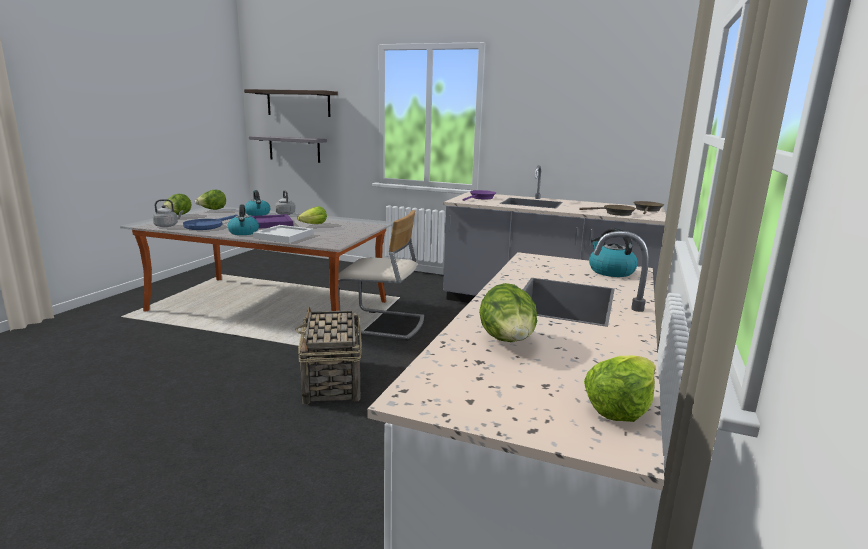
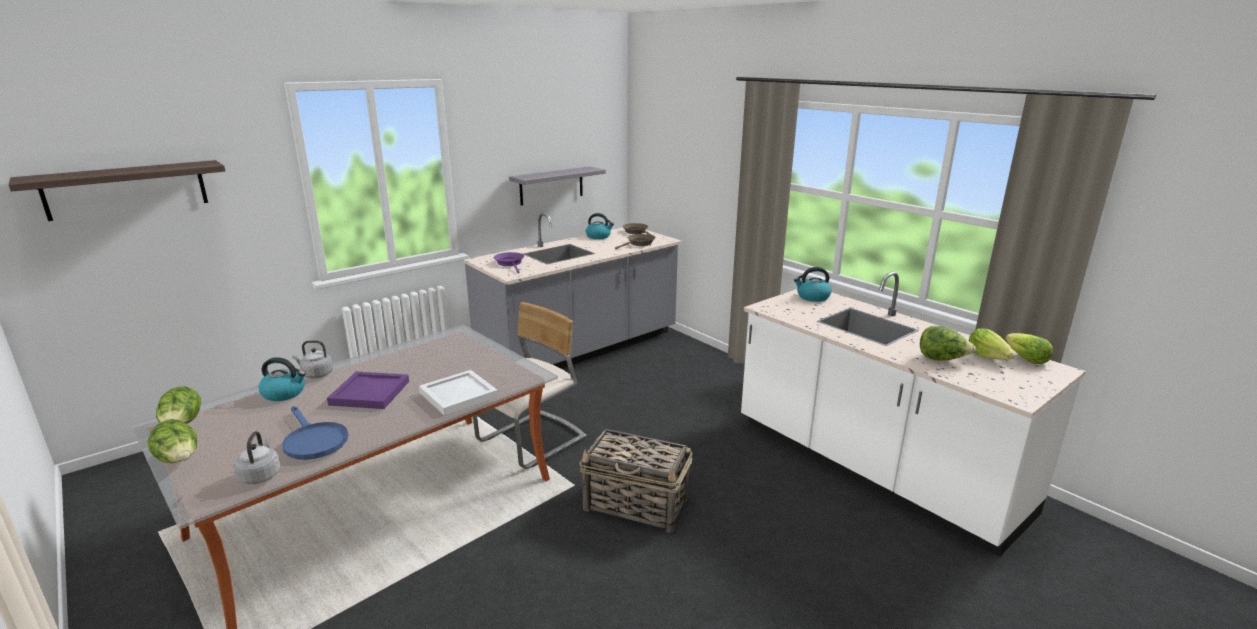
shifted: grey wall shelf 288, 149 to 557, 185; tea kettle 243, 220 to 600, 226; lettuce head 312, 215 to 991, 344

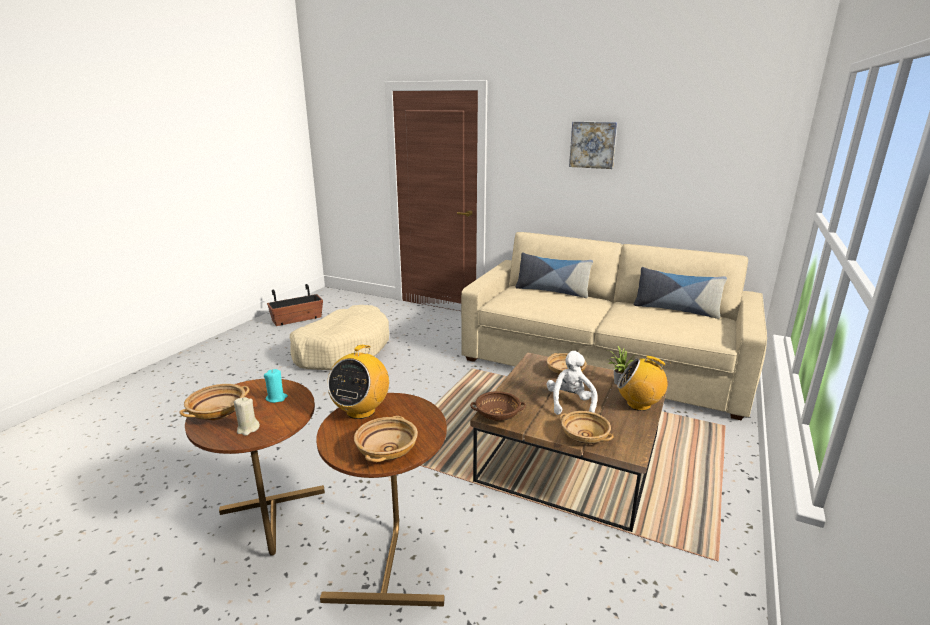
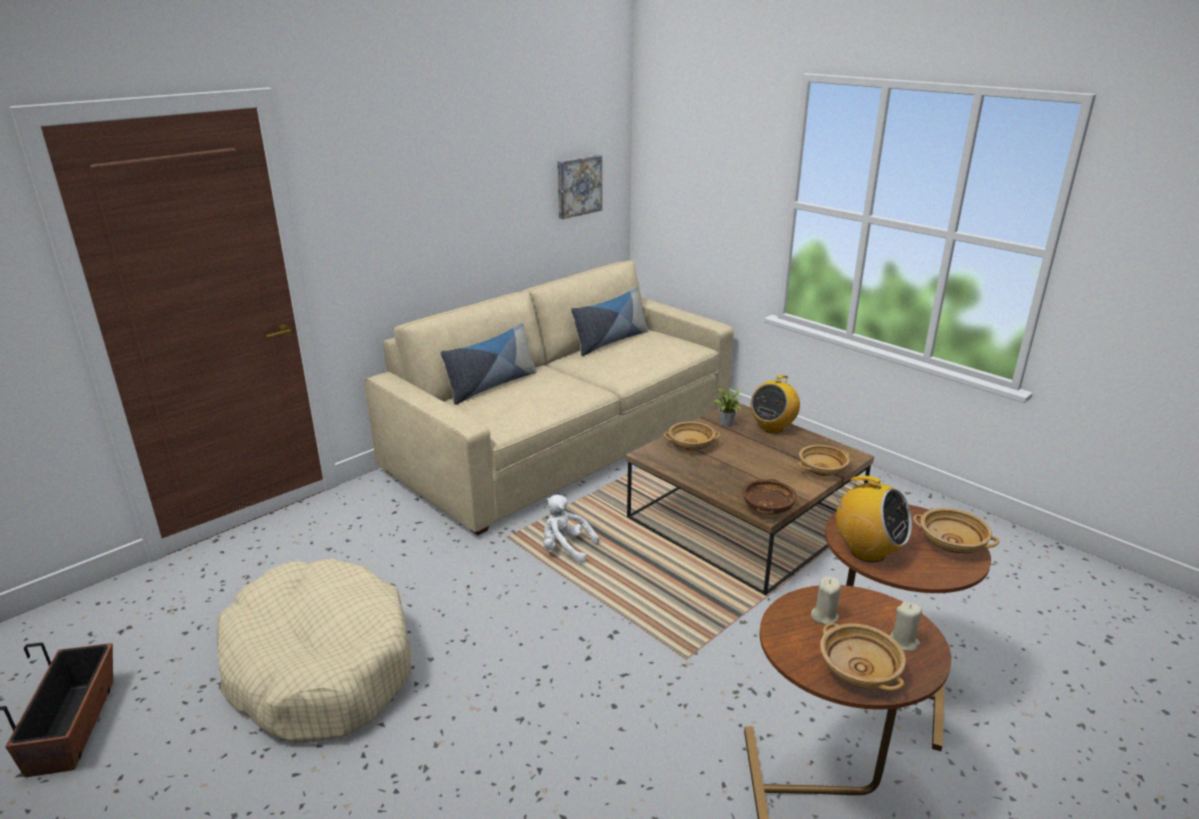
shifted: wall art 593, 145 to 579, 187; white soft toy 571, 383 to 571, 529
repainted: blue-green wax light 276, 386 to beige wax light 826, 600

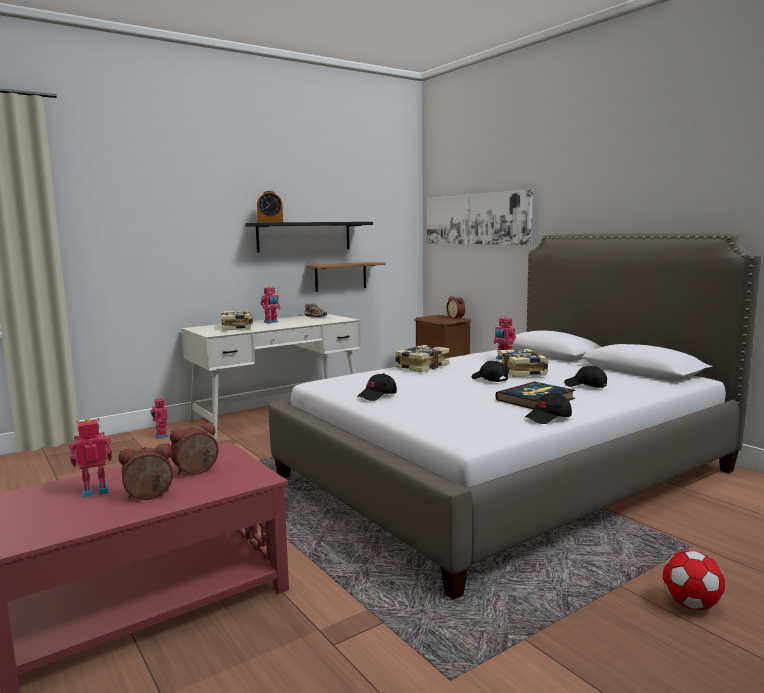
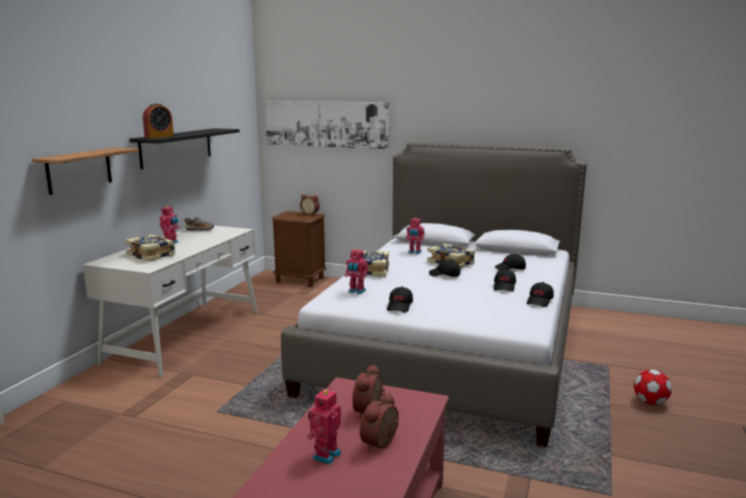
shifted: wall shelf 345, 277 to 85, 171; toy robot 159, 417 to 357, 271
swapped: bound book 535, 395 to black baseball cap 505, 280

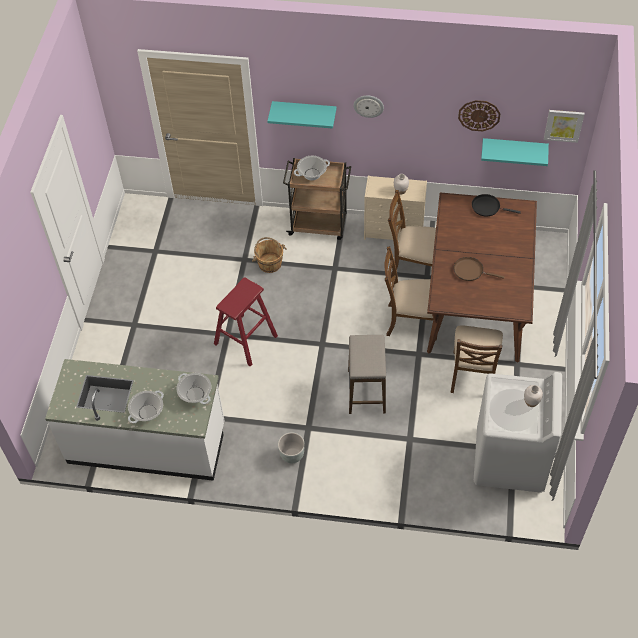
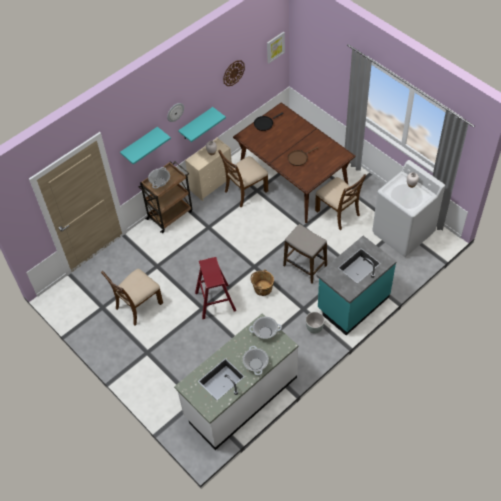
new: blue-green counter 356, 285
shifted: blue-green wall shelf 515, 152 to 202, 124; brown-coloured bucket 269, 255 to 262, 282; brown-coloured upright chair 410, 293 to 132, 297

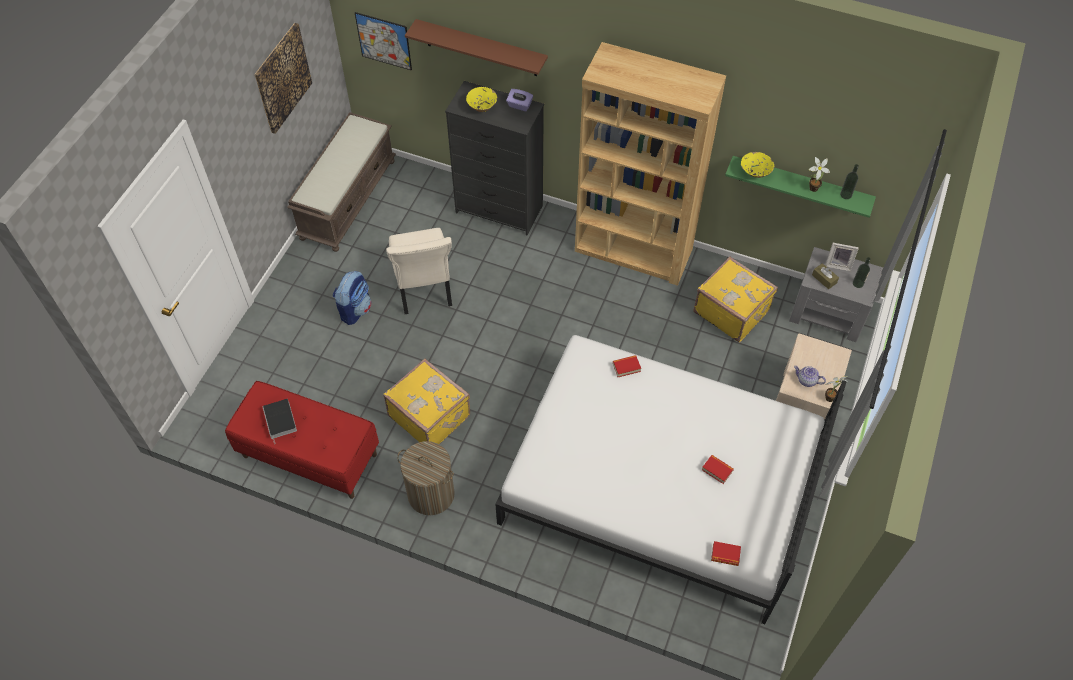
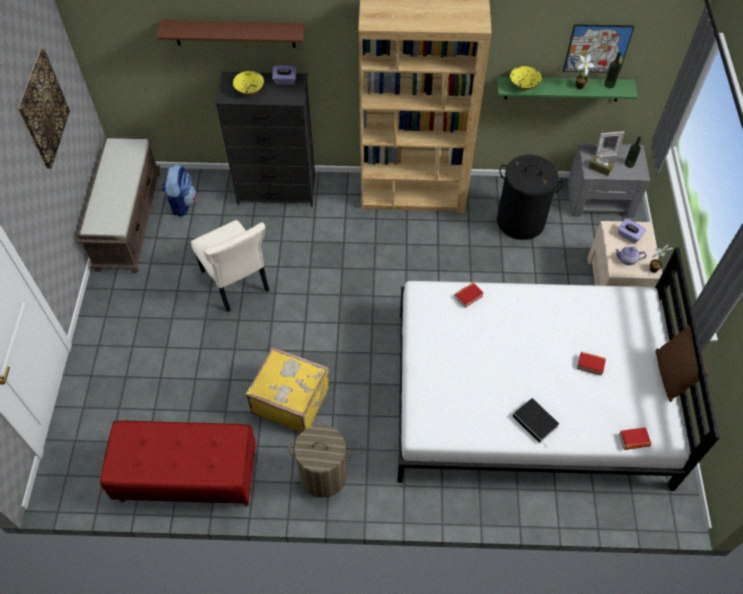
new: purplish tissue holder 632, 231; brown-coloured throw pillow 682, 363
shifted: wall art 383, 41 to 599, 48; rucksack 352, 298 to 179, 190; bound book 279, 421 to 535, 421
swapped: yellowish travel case 735, 299 to black hamper 530, 197

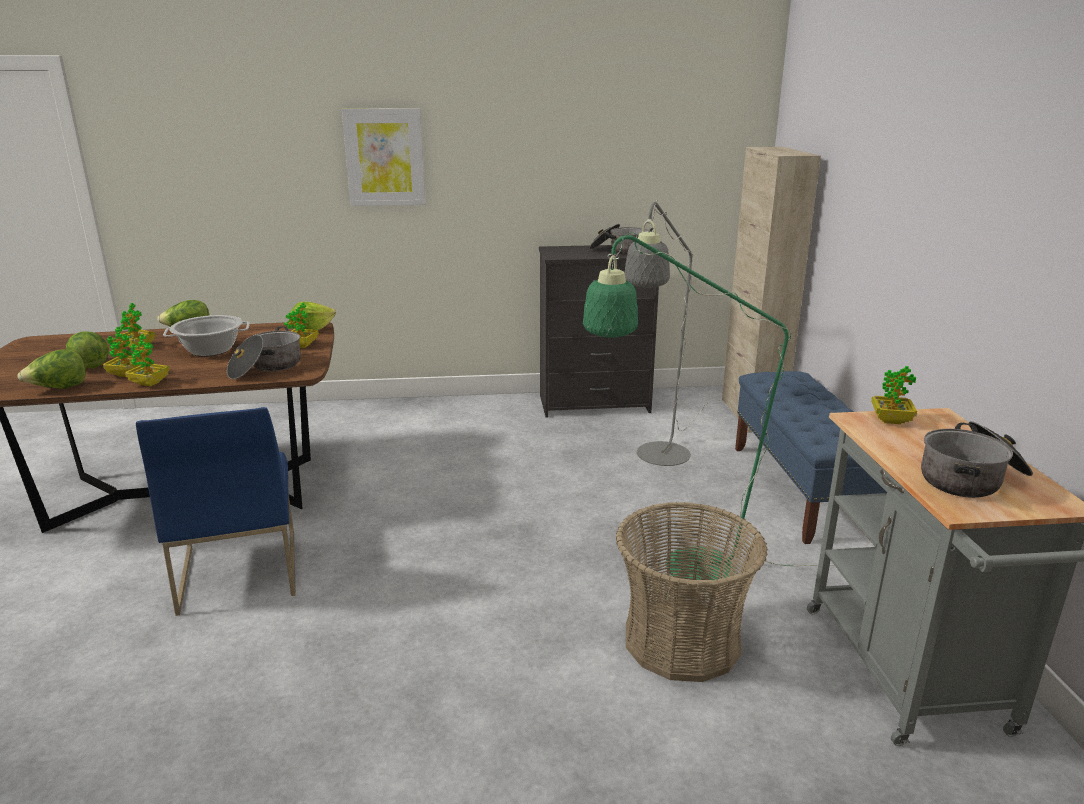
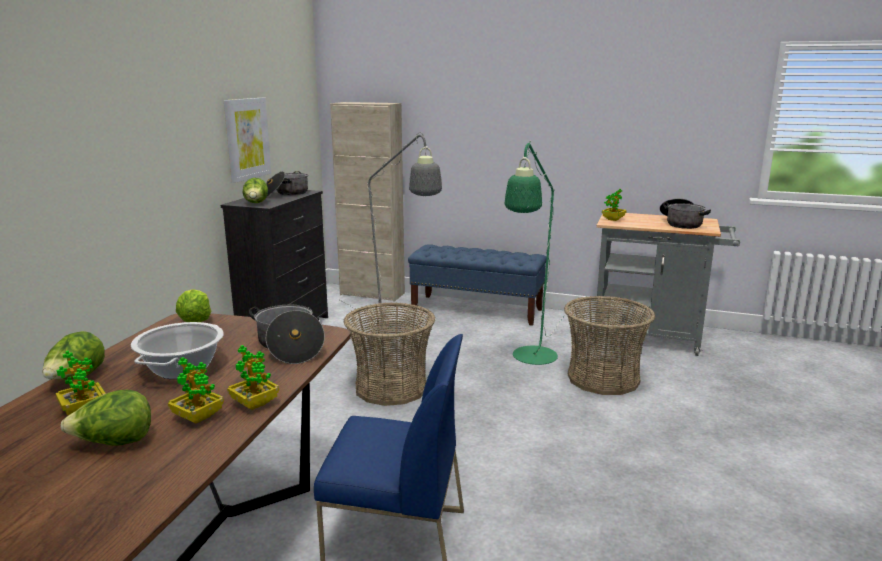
gone: plant in a pot 301, 325
new: basket 389, 354
shifted: wall art 384, 157 to 247, 140; lettuce head 52, 369 to 255, 190

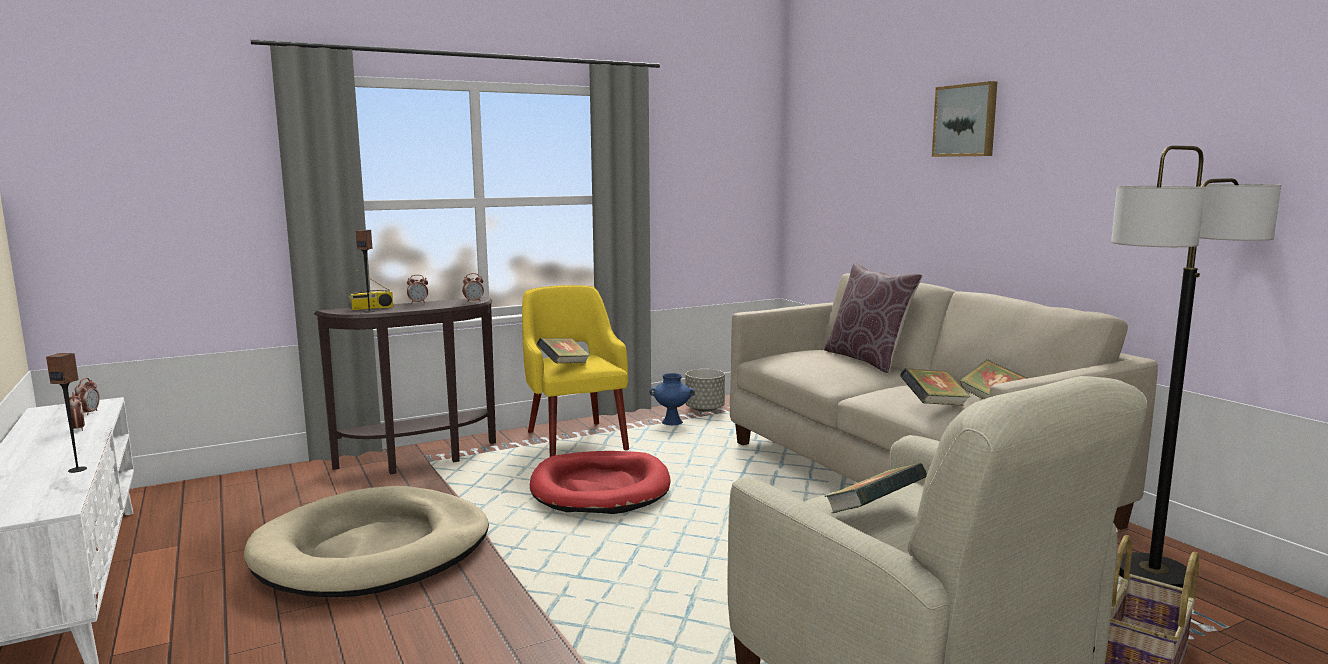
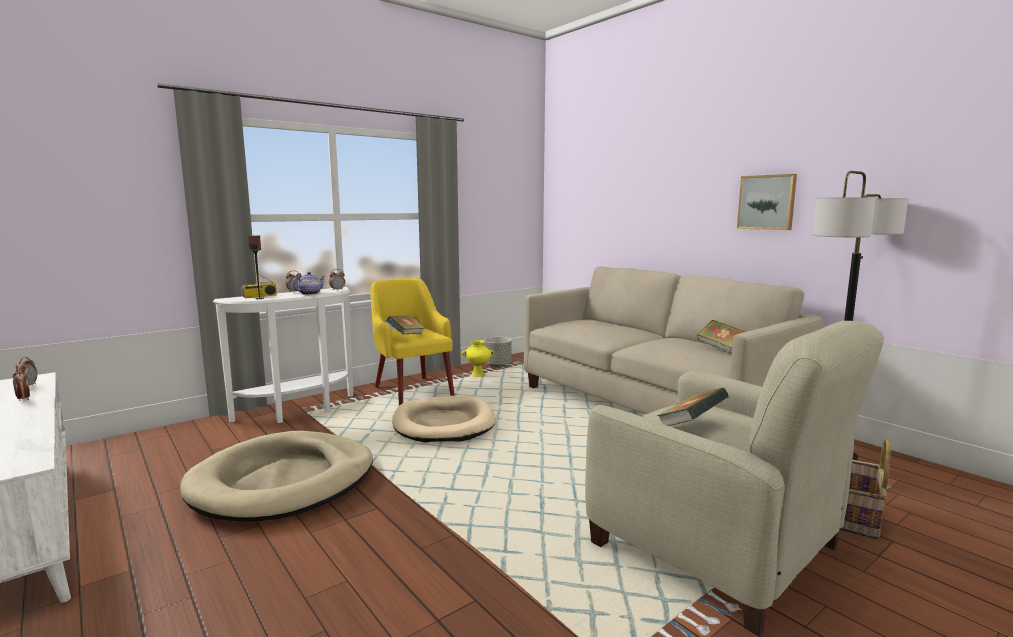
gone: brown-coloured throw pillow 873, 318; loudspeaker 66, 413; bound book 935, 387
new: tea pot 308, 283
shifted: wall art 965, 119 to 767, 202
repainted: brown-coloured narrow table 405, 385 to white narrow table 283, 355; bluish flower vase 672, 399 to yellowish flower vase 478, 358; red-coloured dog cushion 600, 482 to beige dog cushion 444, 419

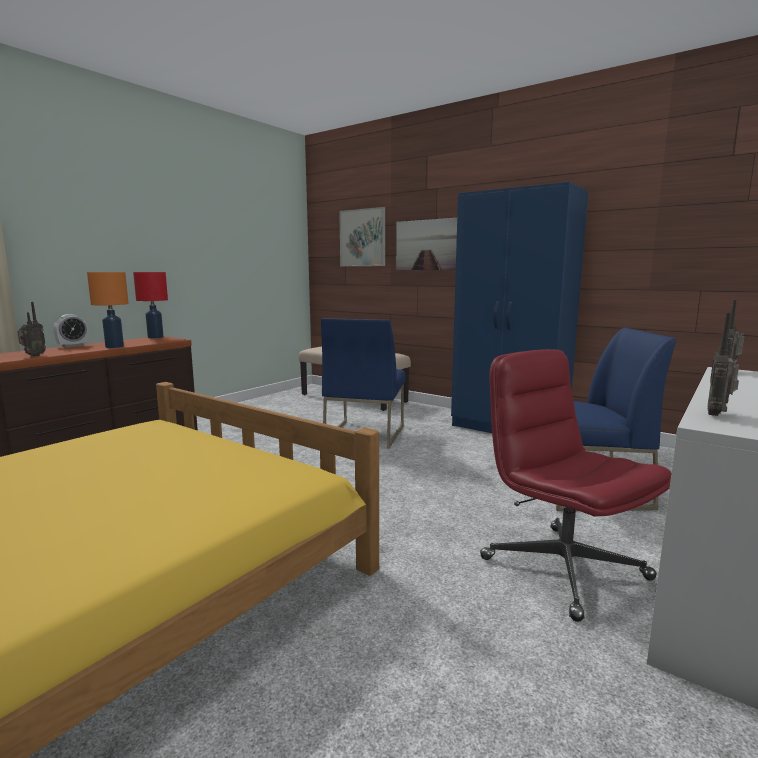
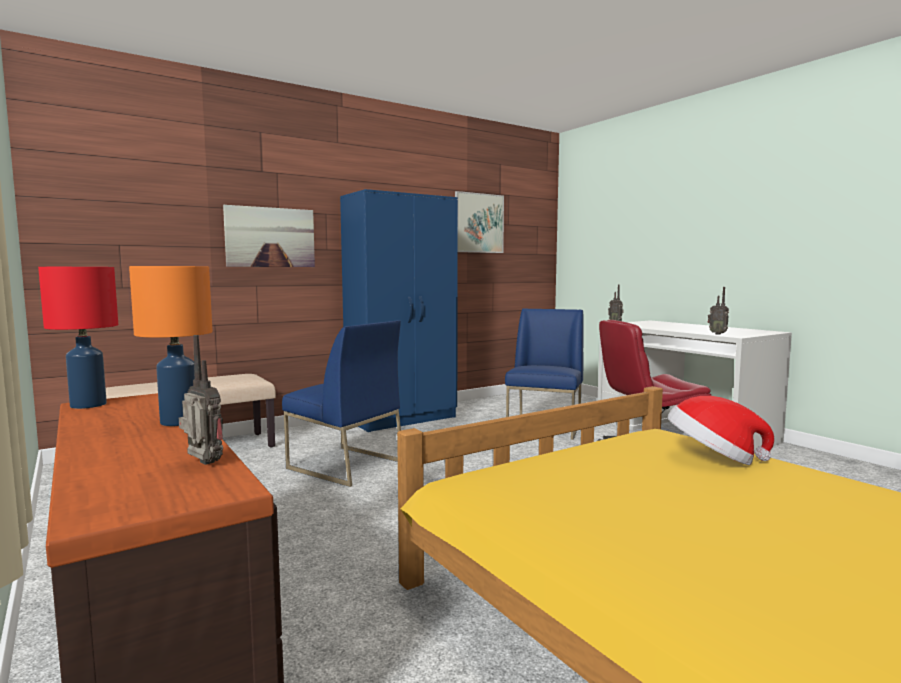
gone: alarm clock 71, 331
new: wearable hat 721, 430
shifted: wall art 362, 236 to 479, 222

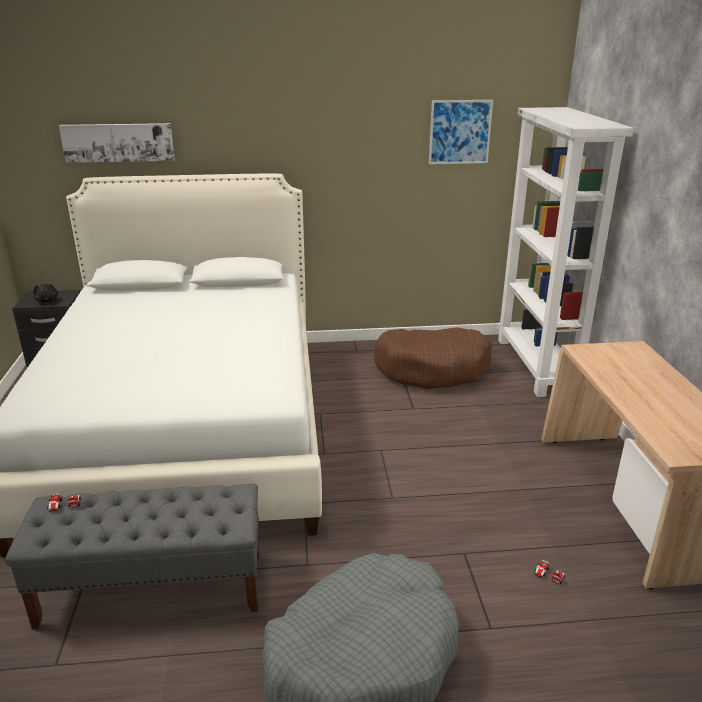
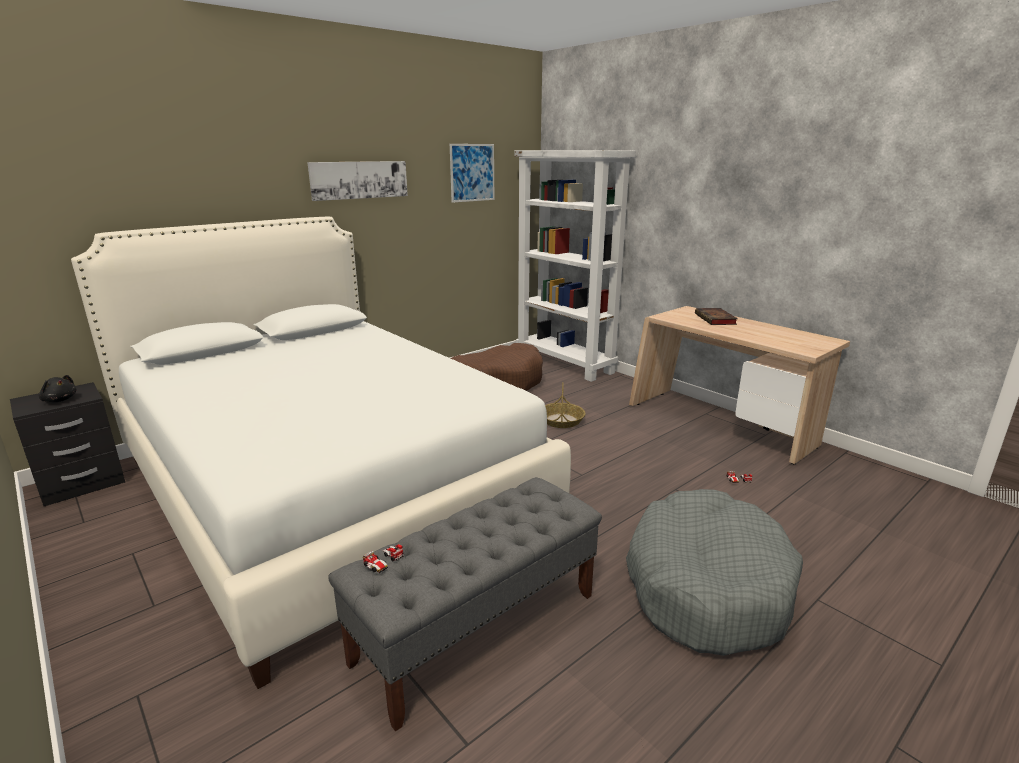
new: bound book 716, 316; basket 565, 405
shifted: wall art 117, 143 to 357, 181

